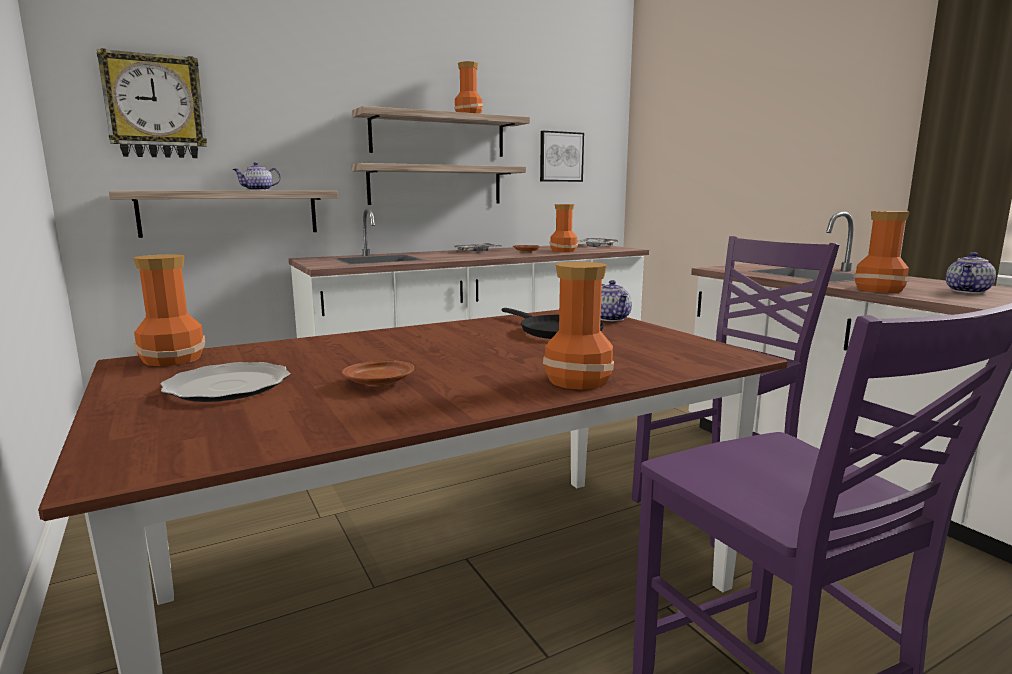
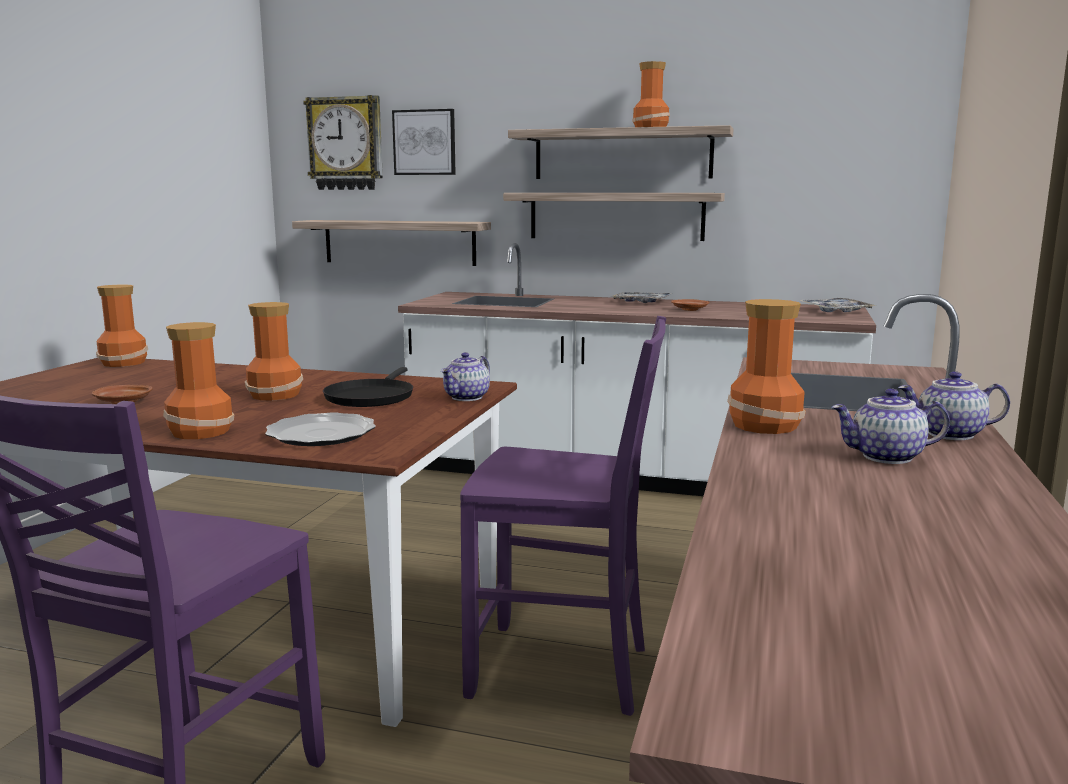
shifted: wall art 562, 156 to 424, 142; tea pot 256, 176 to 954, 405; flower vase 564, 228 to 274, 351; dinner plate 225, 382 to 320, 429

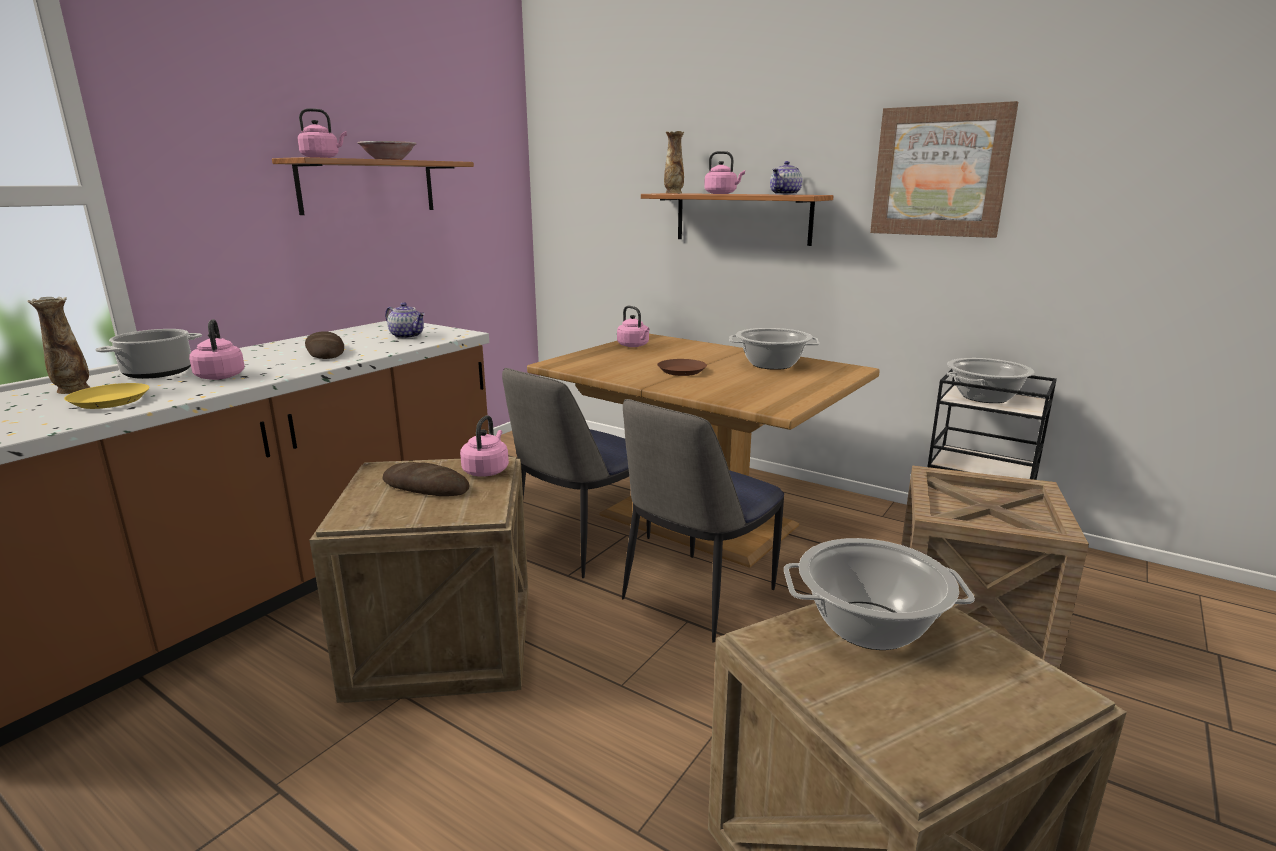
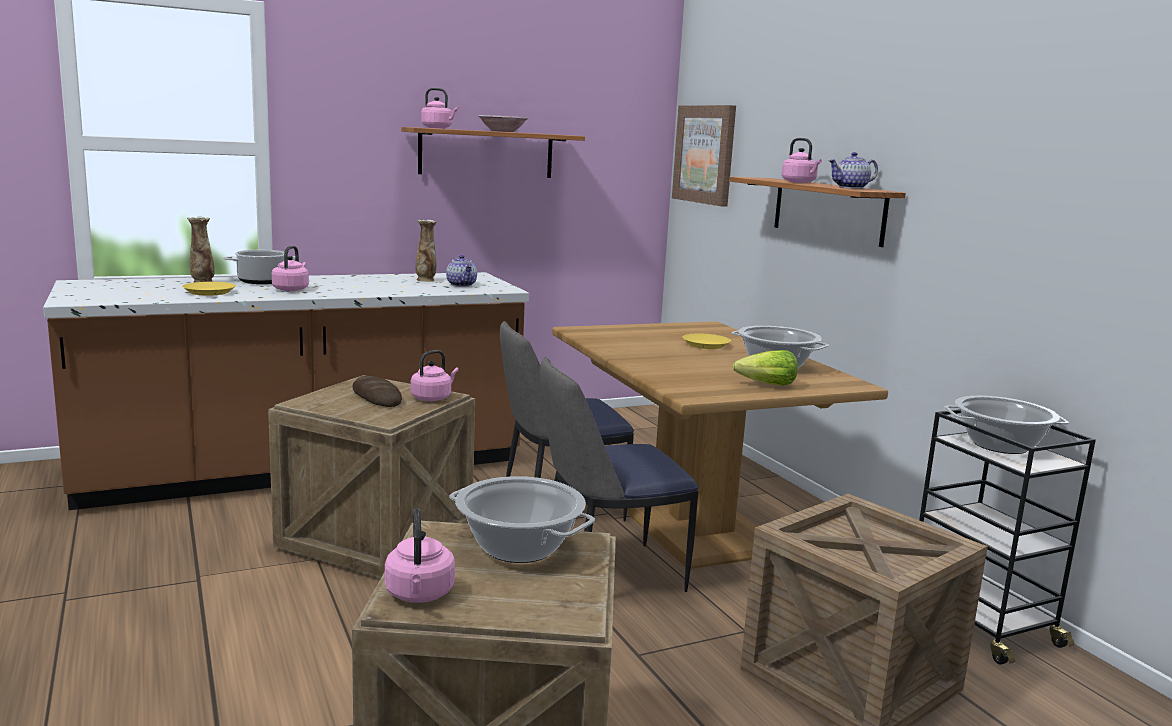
gone: bakery bread 324, 345; brown-coloured dinner plate 682, 367
new: yellowish dinner plate 707, 341; lettuce head 765, 368
shifted: wall art 944, 169 to 704, 156; flower vase 674, 162 to 426, 251; pink tea kettle 633, 326 to 420, 556

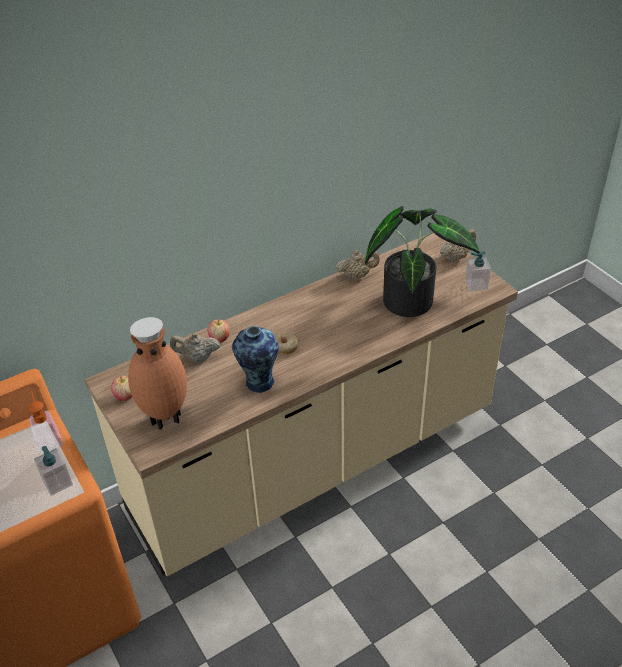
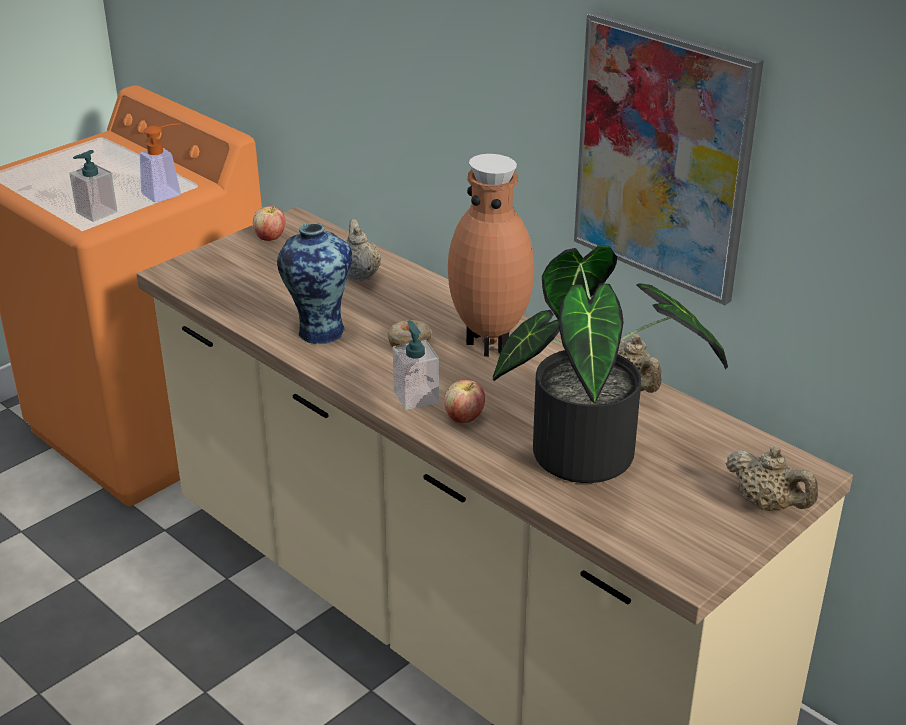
new: wall art 669, 158
shifted: soap bottle 478, 271 to 416, 365; brown-coloured flower vase 157, 373 to 491, 255; whole apple 219, 331 to 464, 401

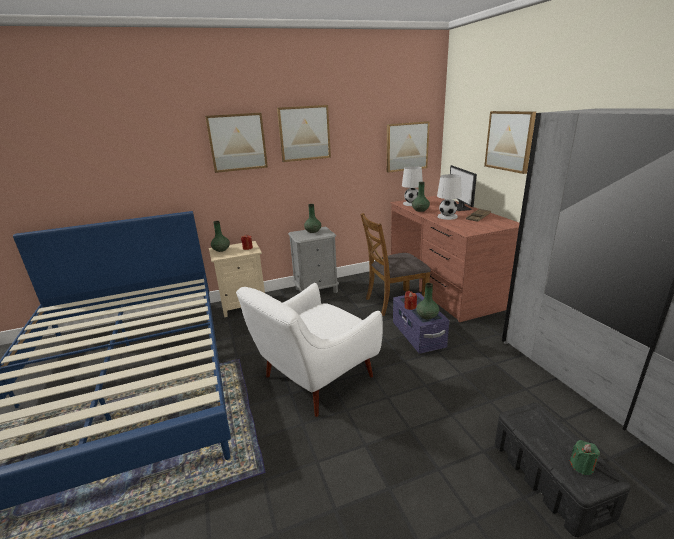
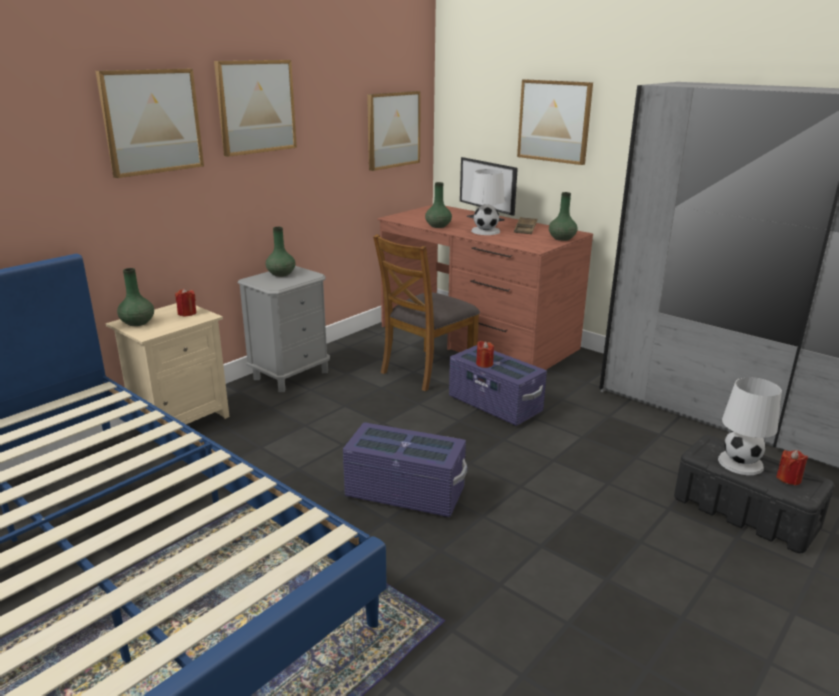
shifted: white tabletop lamp 412, 186 to 750, 426; green flower vase 427, 301 to 563, 216
swapped: white lounge chair 309, 350 to purplish storage box 405, 469
repainted: green wax light 584, 457 to red-coloured wax light 792, 467

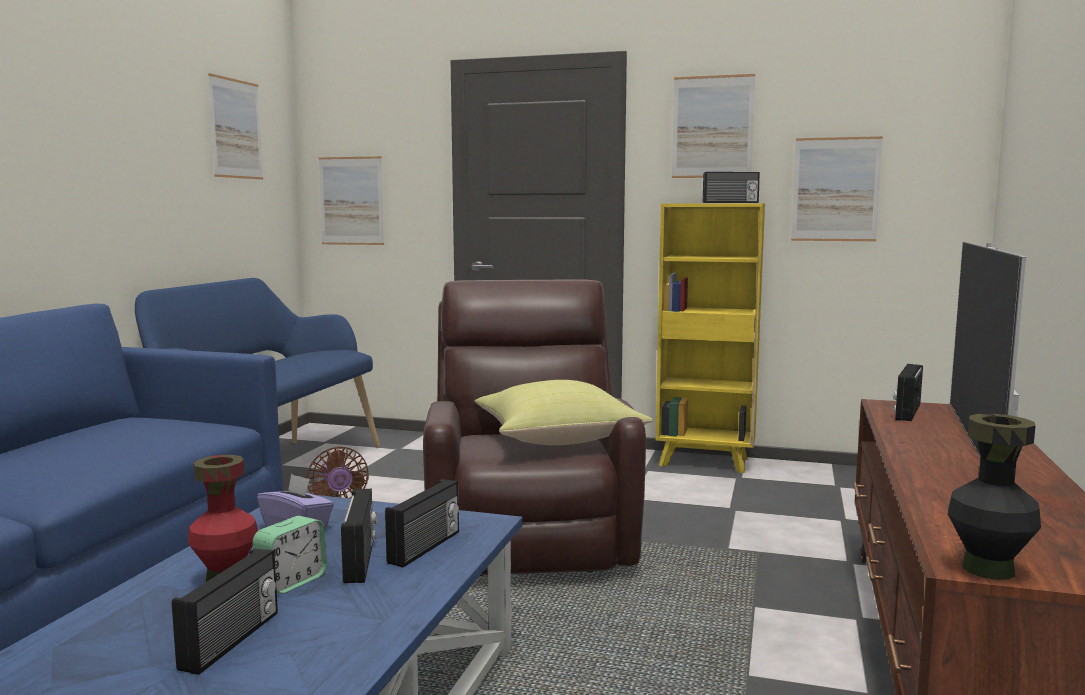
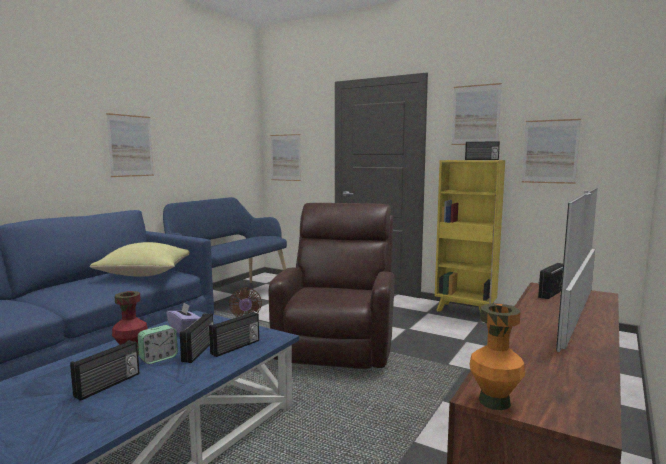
shifted: wall art 235, 126 to 130, 145; yellowish throw pillow 564, 412 to 140, 259
repainted: black flower vase 994, 497 to orange-coloured flower vase 497, 356

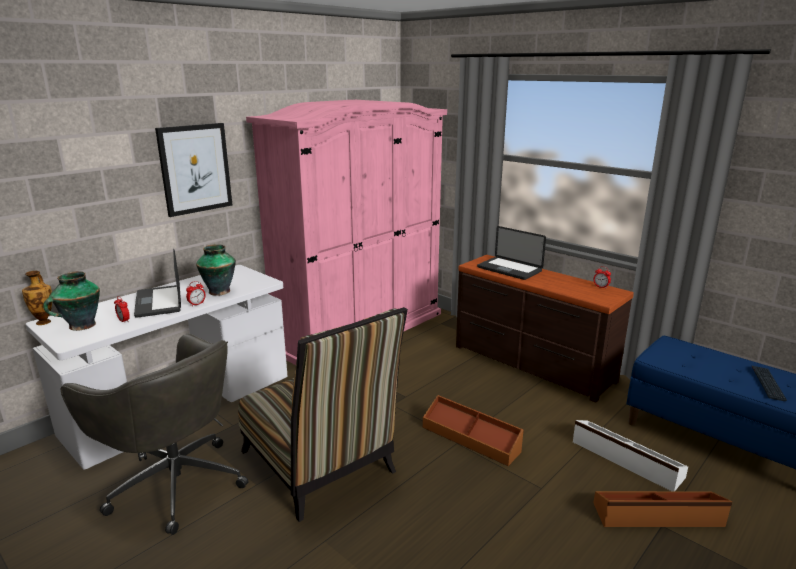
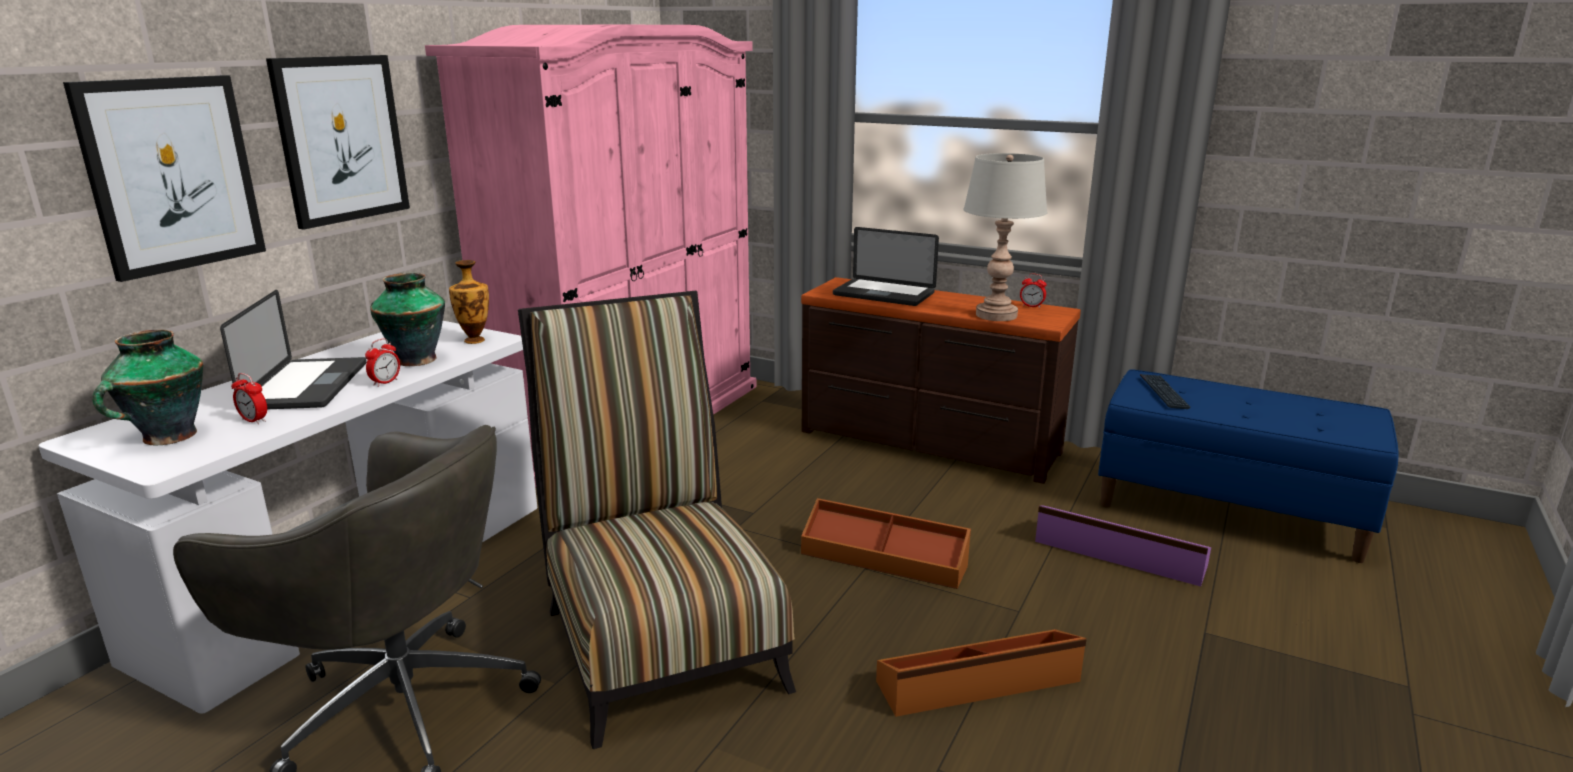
new: wall art 164, 178; grey tabletop lamp 1005, 237
shifted: flower vase 37, 298 to 469, 302; keyboard 769, 383 to 1165, 391; brown-coloured storage box 662, 509 to 981, 673
repainted: white storage box 630, 455 to purplish storage box 1123, 546
rotated: notebook computer 157, 283 = 293, 349 150 degrees counterclockwise; upright chair 323, 414 = 657, 520 150 degrees counterclockwise

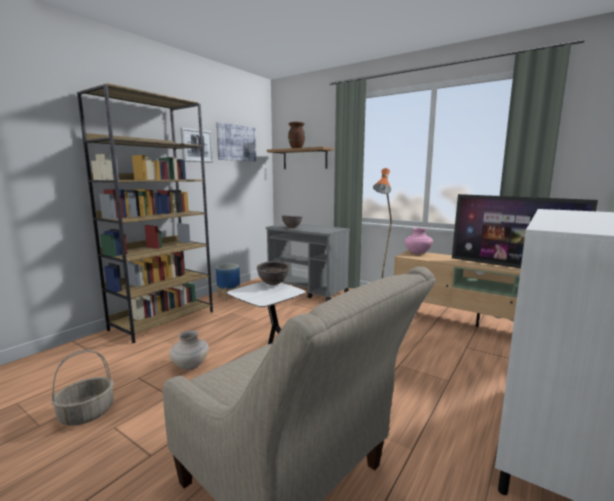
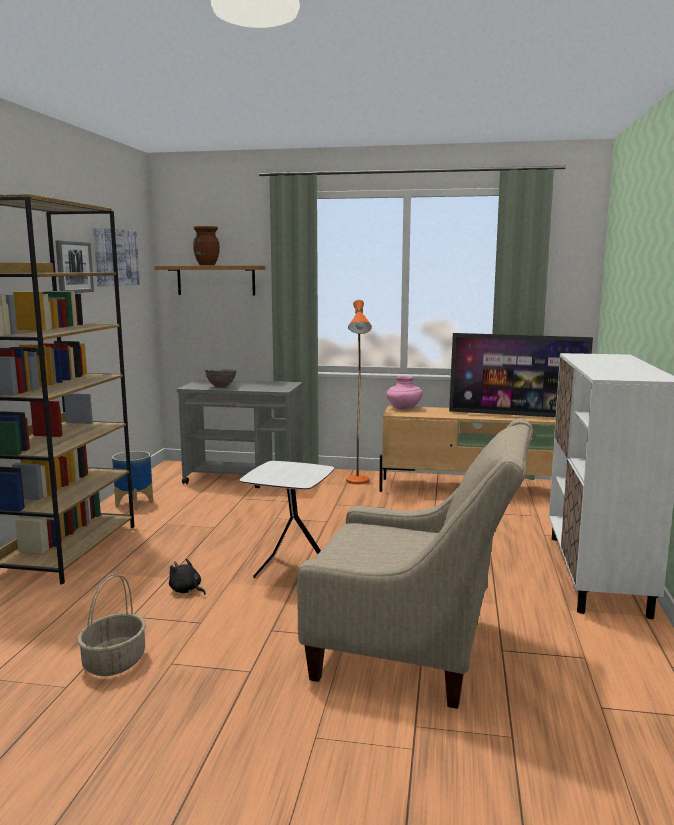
gone: brown-coloured deep dish 273, 273
swapped: beige flower vase 189, 350 to black soft toy 187, 576

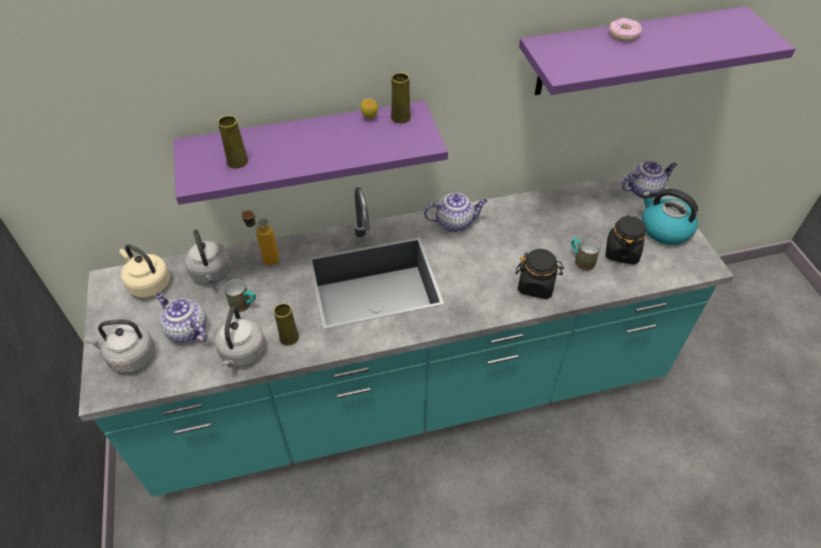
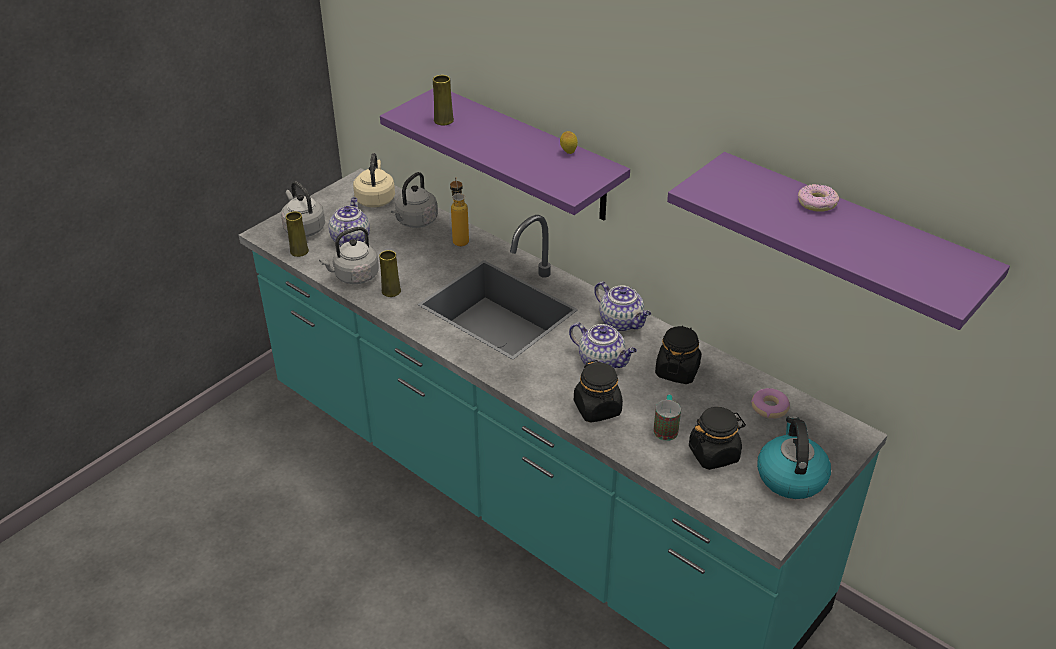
gone: tea mug 240, 295
new: black preserve jar 678, 354; donut 770, 403
shifted: yellowish flower vase 401, 97 to 297, 234; tea pot 649, 179 to 603, 345

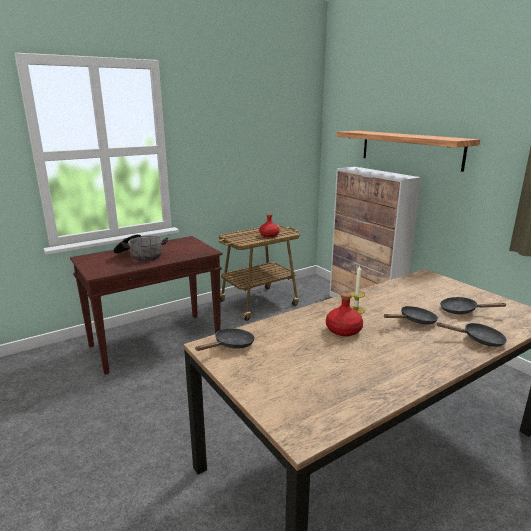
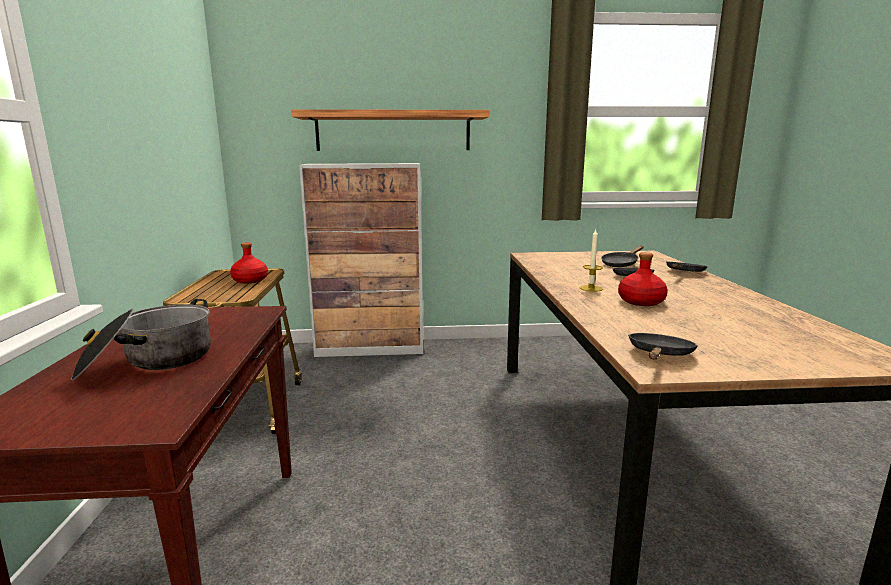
rotated: black pan 225, 339 = 663, 346 45 degrees clockwise

